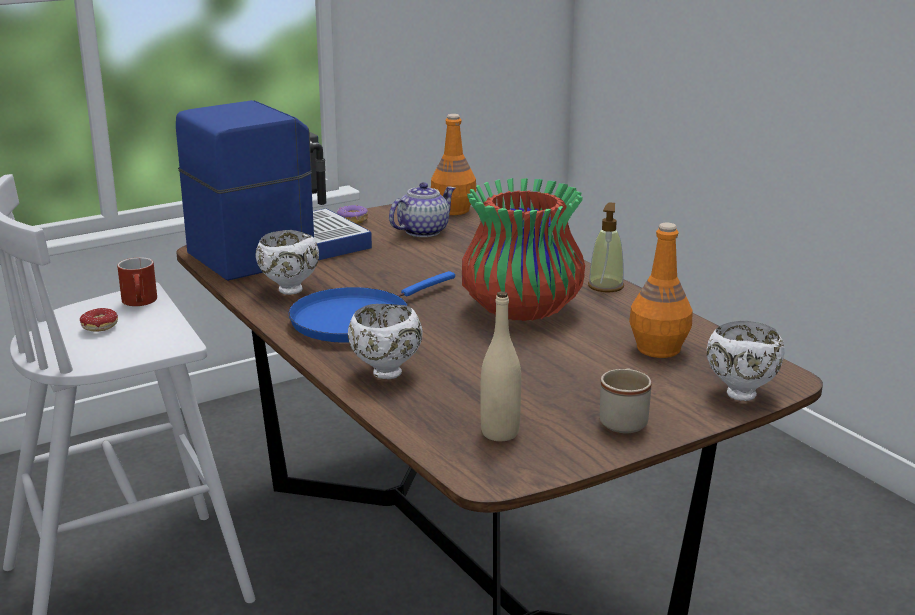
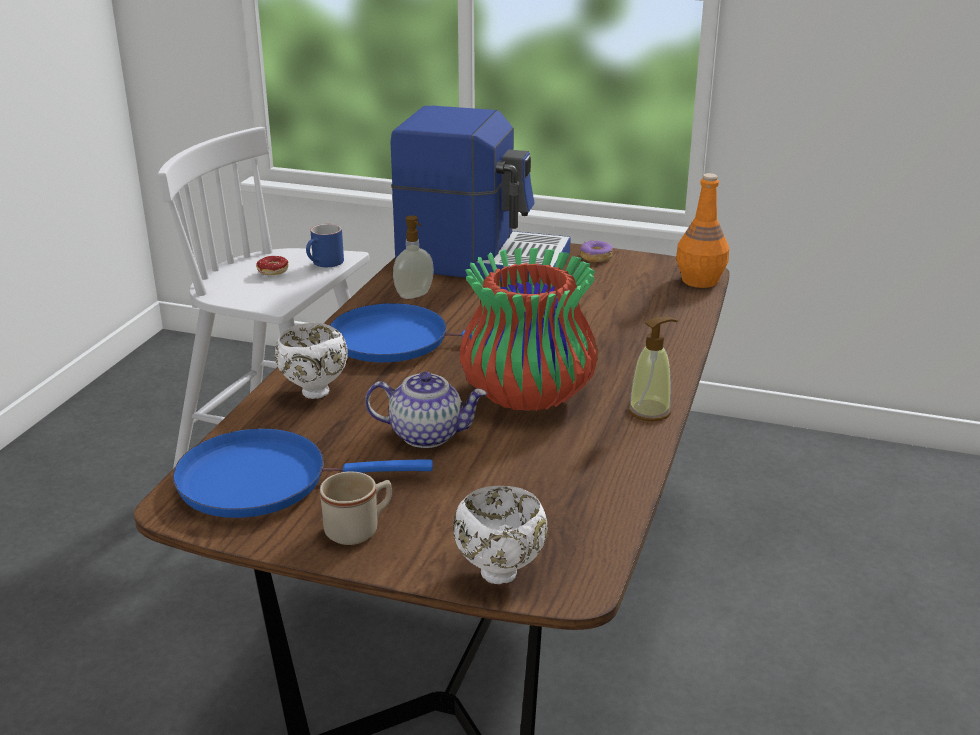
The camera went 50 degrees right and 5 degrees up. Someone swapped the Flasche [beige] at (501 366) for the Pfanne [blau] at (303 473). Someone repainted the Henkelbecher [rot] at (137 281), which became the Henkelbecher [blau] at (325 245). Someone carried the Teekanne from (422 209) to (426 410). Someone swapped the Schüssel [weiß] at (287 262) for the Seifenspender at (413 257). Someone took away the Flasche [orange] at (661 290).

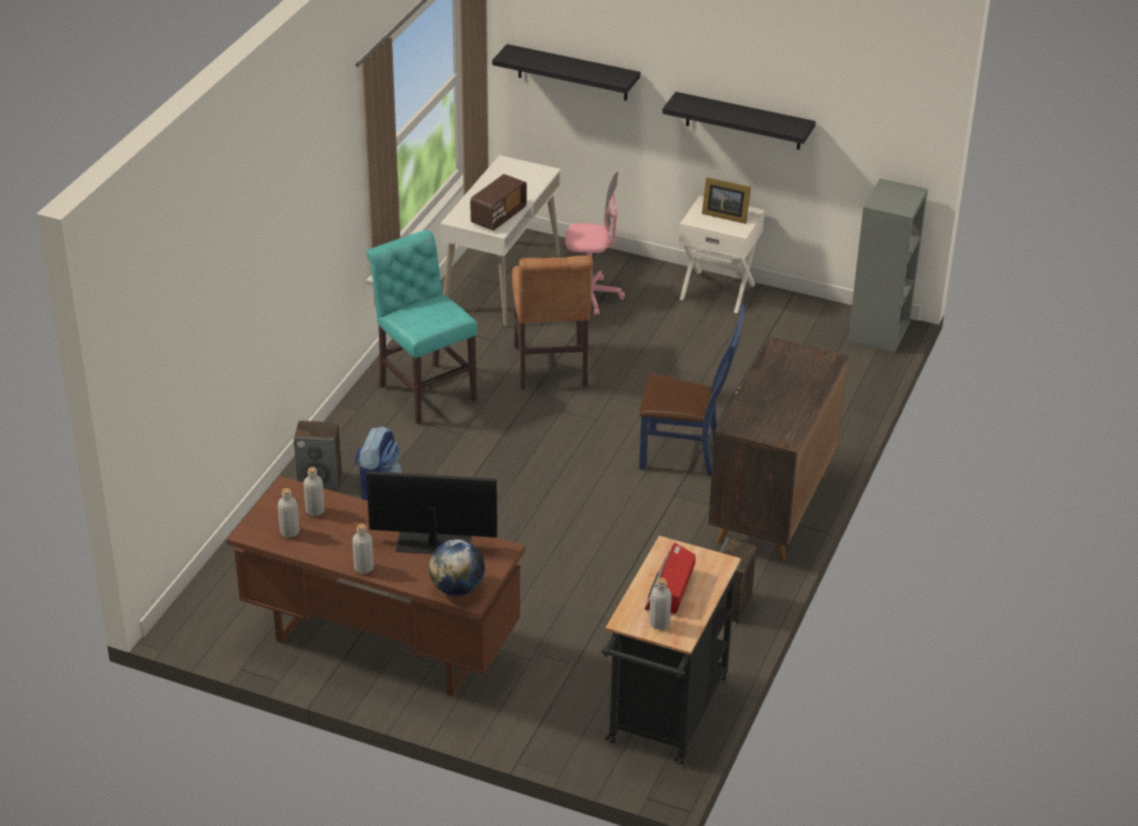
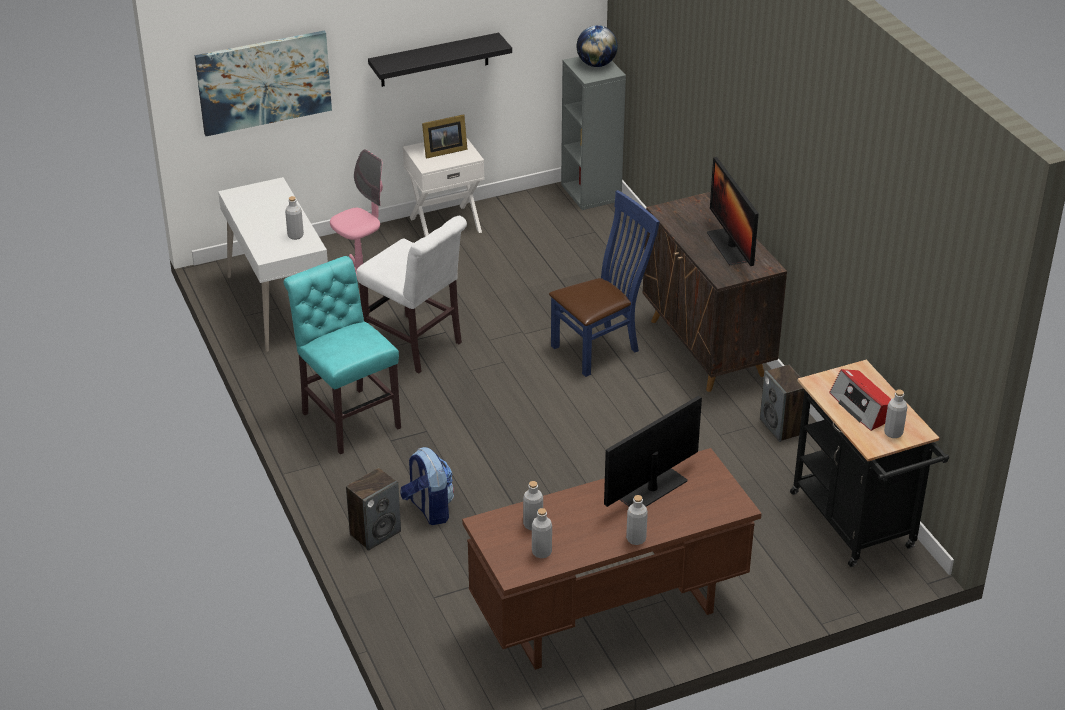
The camera went 45 degrees left and 0 degrees up. Someone swapped the Wandregal [schwarz] at (566 72) for the Bild at (263 83). Someone rotated the Stuhl [türkis] at (422 327) by 45 degrees clockwise. Someone swapped the Radio at (498 202) for the Flasche [grau] at (294 218). Someone repainted the Stuhl [braun] at (552 322), which became the Stuhl [weiß] at (412 294). Someone carried the Globus from (457 567) to (597 46). Someone put down the Monitor at (733 211).

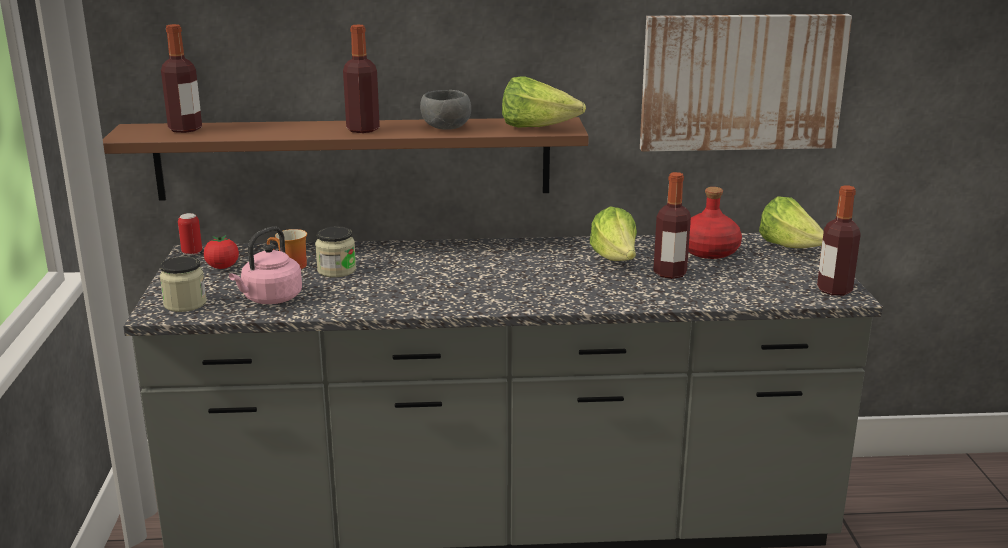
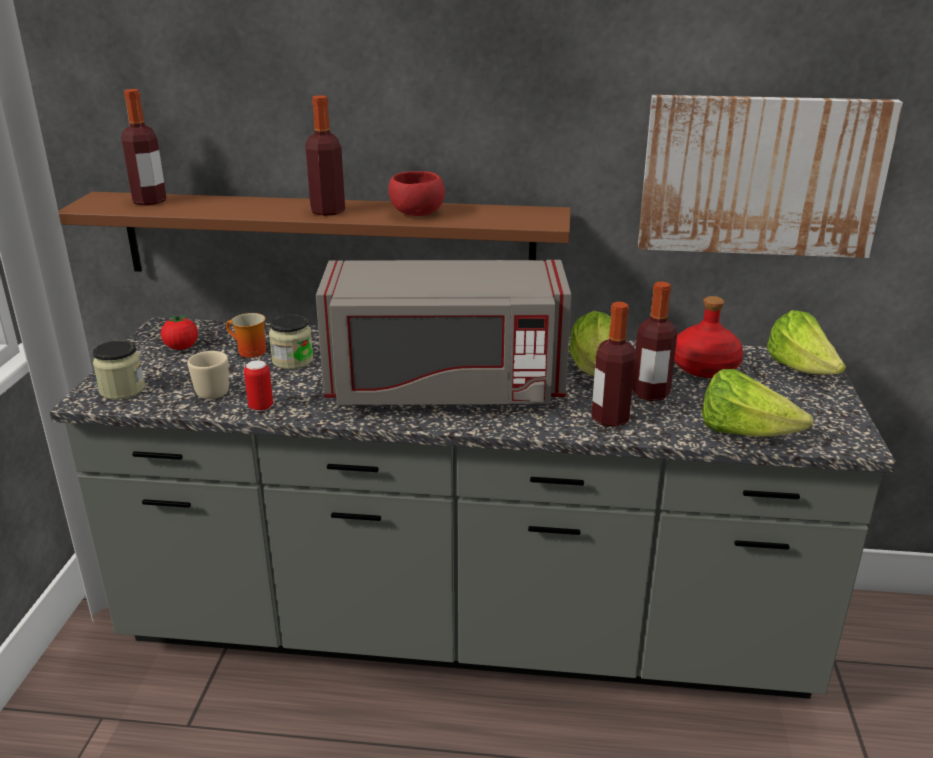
The camera went 10 degrees right and 5 degrees up. Someone swapped the Wasserkessel [rosa] at (265 265) for the Henkelbecher [beige] at (208 375). Someone carried the Dose from (190 234) to (258 385). Someone put down the Mikrowelle [grau] at (443 332). Someone repainted the Schüssel [grau] at (445 110), which became the Schüssel [rot] at (416 193). Someone carried the Flasche from (839 241) to (613 364). Someone carried the Salatkopf from (544 102) to (757 403).

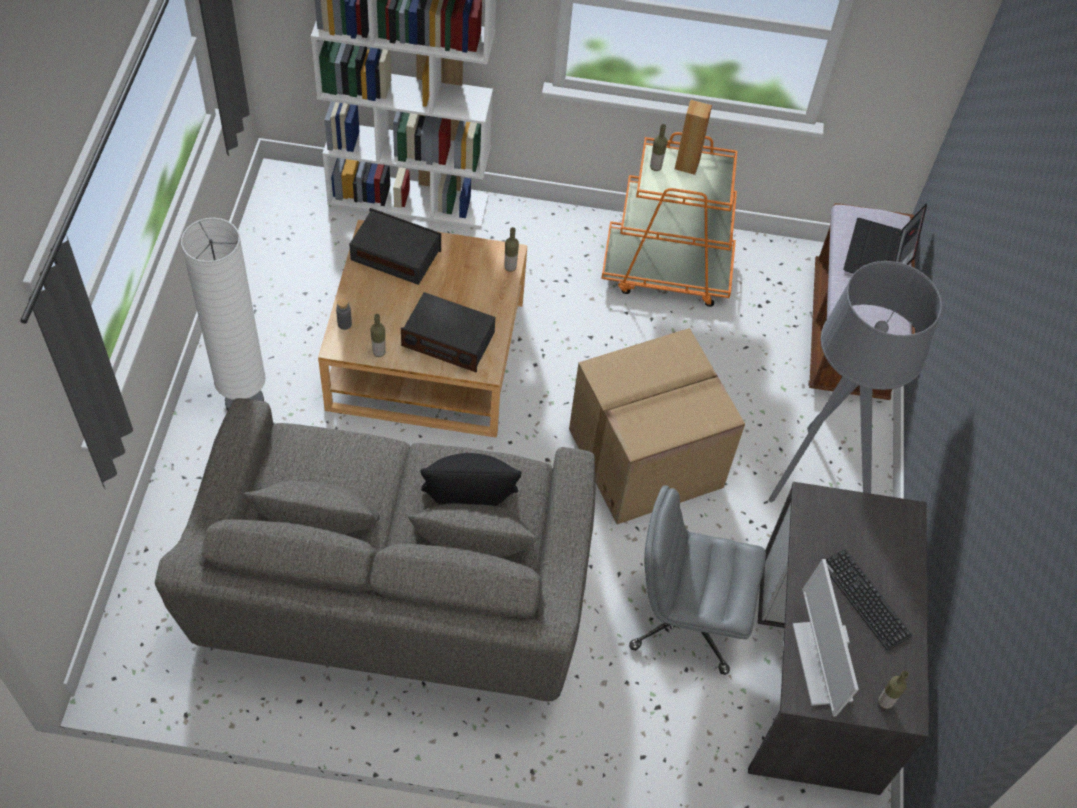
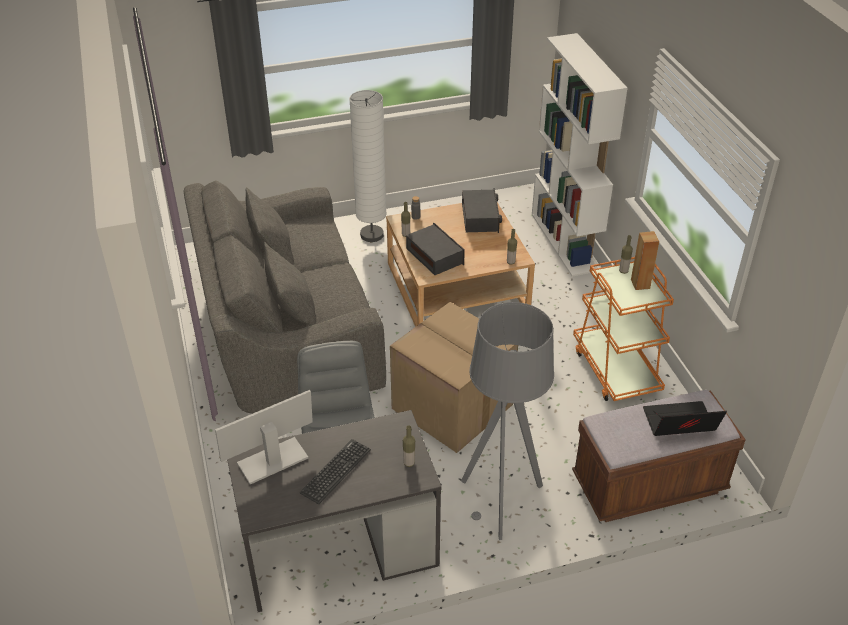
The camera went 70 degrees right and 15 degrees down. Someone carried the Flasche from (893 690) to (409 446). Someone rotated the Radio at (448 332) by 150 degrees clockwise. Someone took away the Kissen [schwarz] at (471 479).

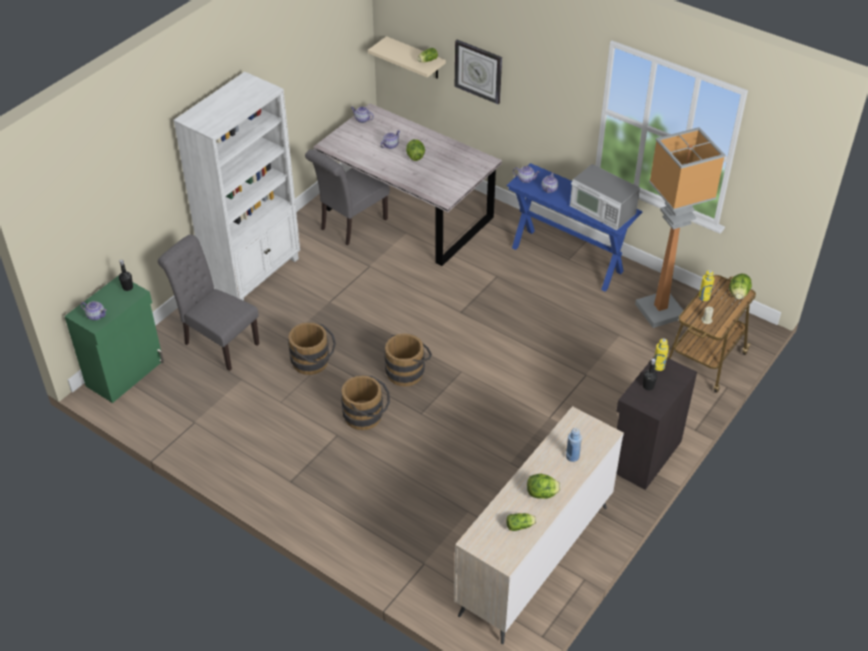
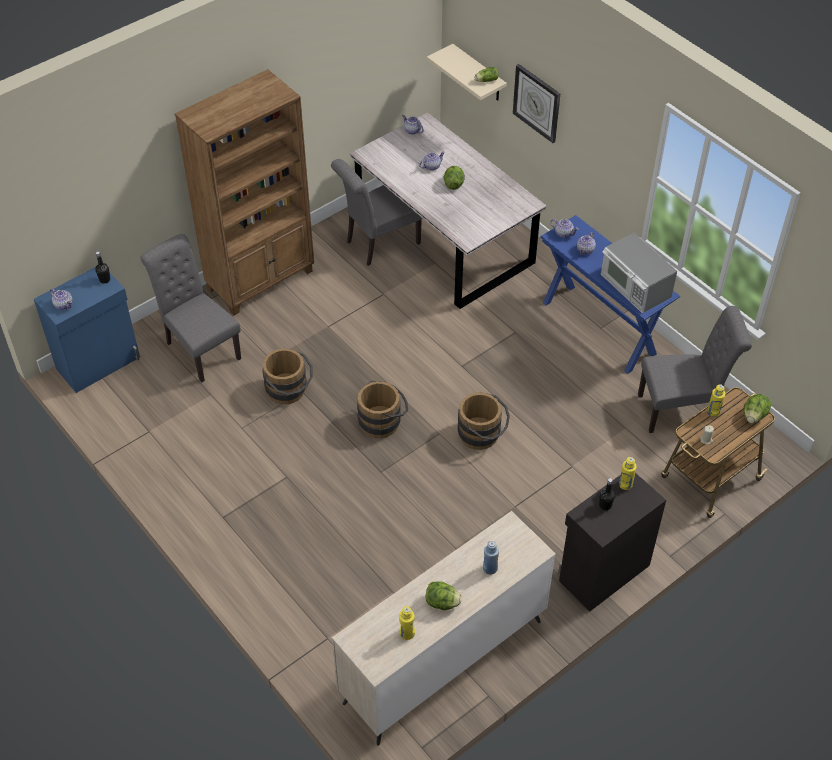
The camera went 15 degrees right and 5 degrees up. Someone repainted the Schrank [grün] at (114 339), which became the Schrank [blau] at (87 330). Someone repainted the Bücherregal [weiß] at (236 186), which became the Bücherregal [braun] at (244 192). Someone swapped the Salatkopf at (521 522) for the Flasche [gelb] at (407 623). Someone carried the Eimer [braun] from (365 402) to (484 421). Someone swapped the Stehlampe at (680 227) for the Stuhl [grau] at (695 369).

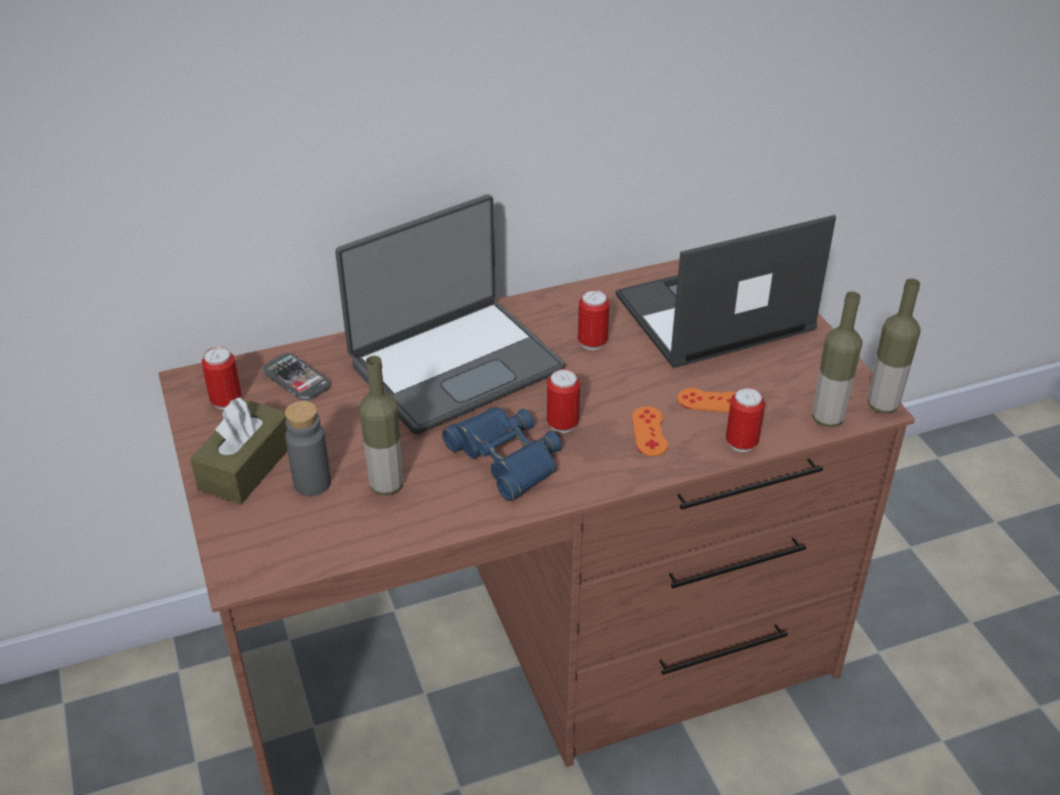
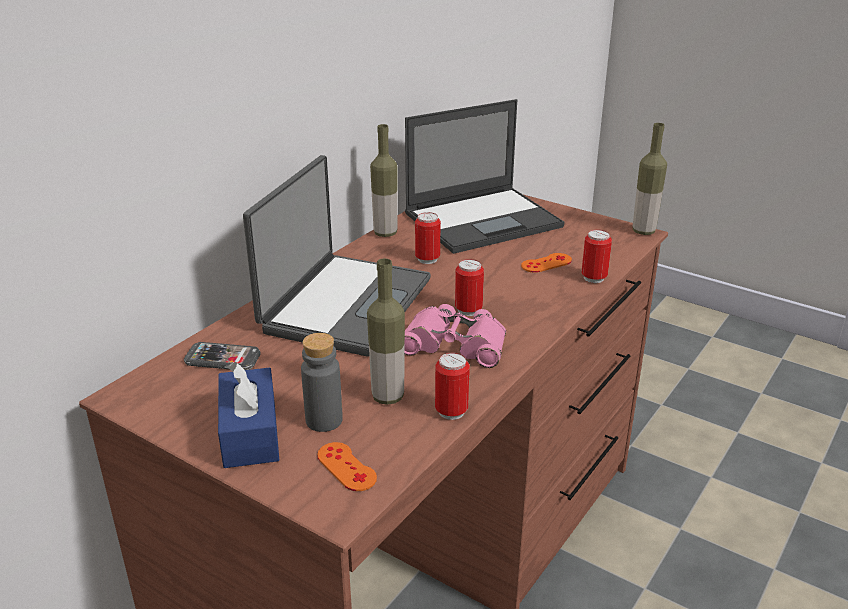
The camera went 35 degrees left and 10 degrees down. Someone repainted the Taschentuchbox [braun] at (238 450), which became the Taschentuchbox [blau] at (248 415). Someone carried the Gamepad [orange] from (650 431) to (347 466). Someone carried the Flasche from (837 359) to (384 180). Someone rotated the Laptop at (725 291) by 150 degrees counterclockwise. Someone repainted the Fernglas [blau] at (502 454), which became the Fernglas [rosa] at (455 336). Someone carried the Dose from (221 378) to (452 386).

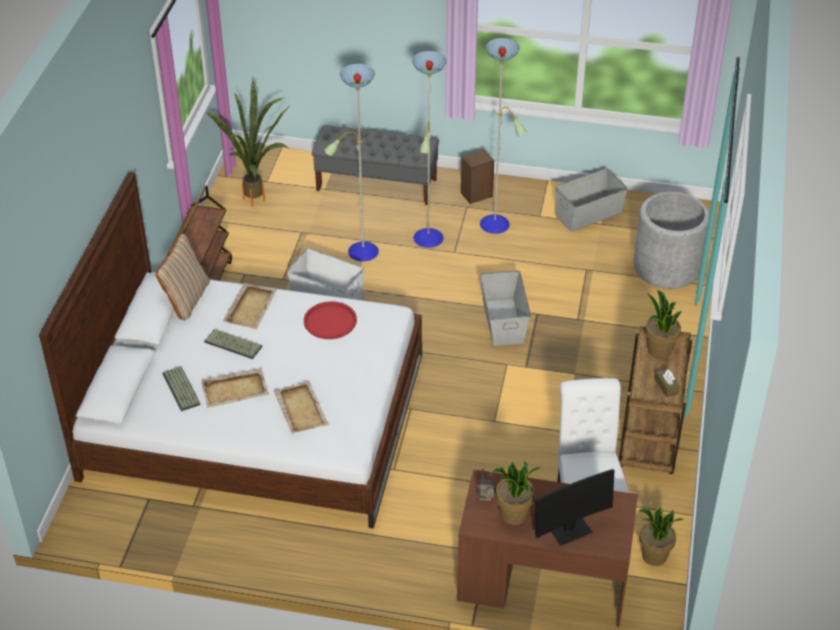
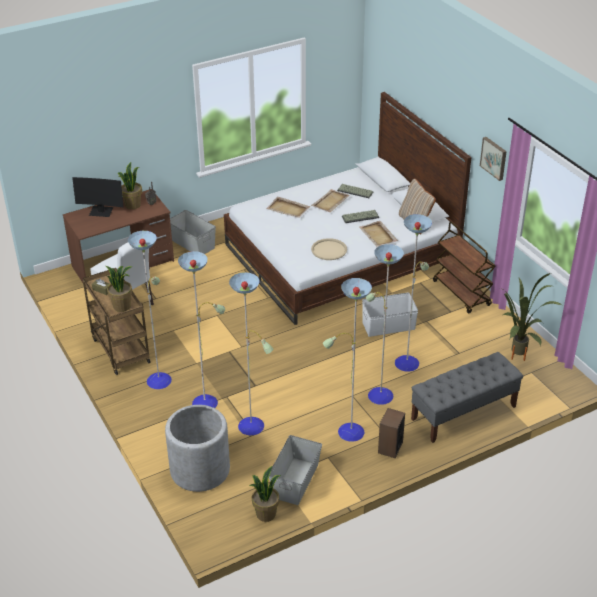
The camera went 140 degrees right and 5 degrees down. Someone rotated the Monitor at (574 507) by 105 degrees counterclockwise. Someone put down the Stehlampe at (201 333). Someone carried the Aufbewahrungsbox [grau] from (505 308) to (193 232). Someone carried the Topfpflanze from (661 536) to (265 494). Someone repainted the Tablett [rot] at (330 320), which became the Tablett [beige] at (329 249). Someone put up the Bild at (493 159).

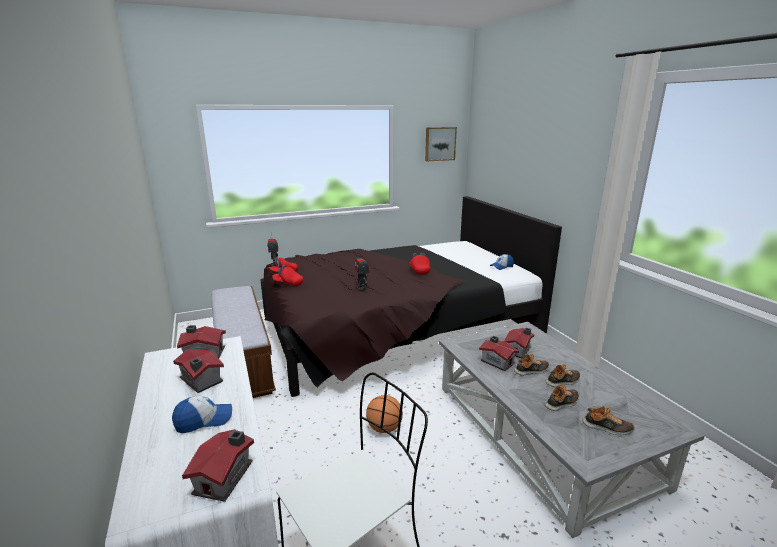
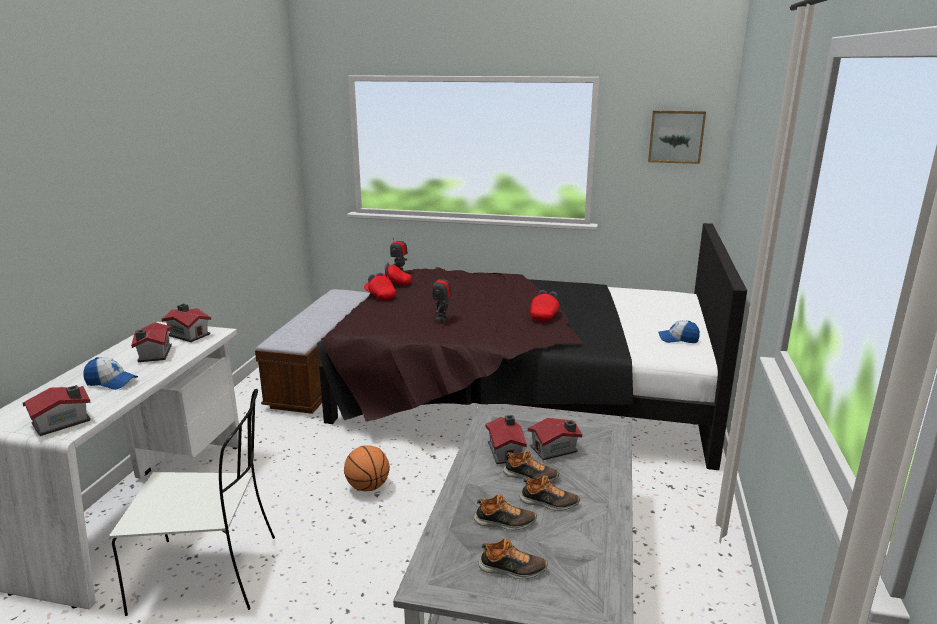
The camera went 35 degrees right and 0 degrees up. Someone rotated the Schuh at (608 420) by 45 degrees counterclockwise.

